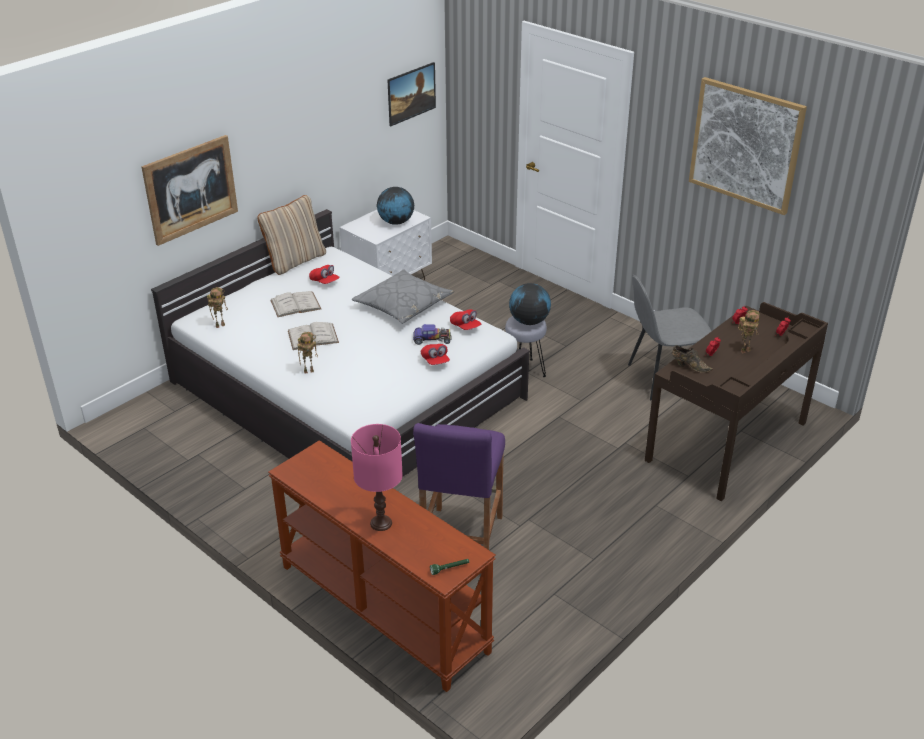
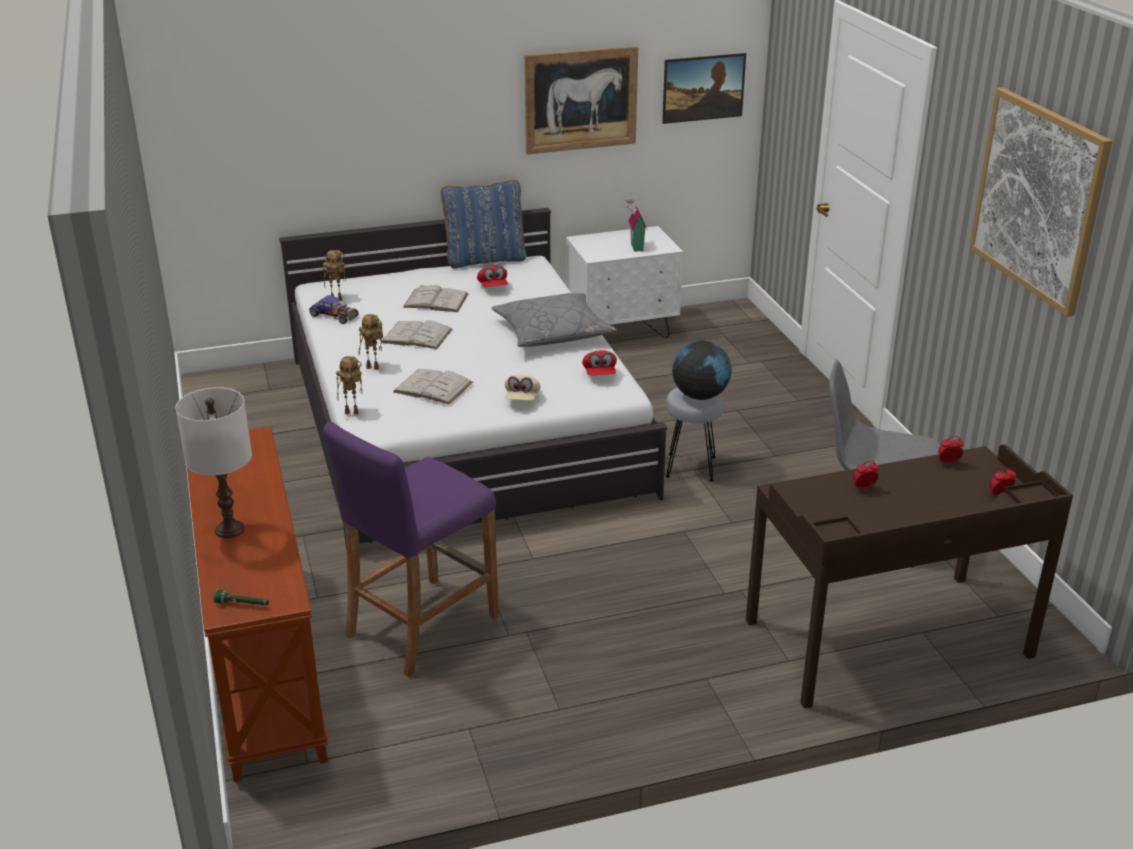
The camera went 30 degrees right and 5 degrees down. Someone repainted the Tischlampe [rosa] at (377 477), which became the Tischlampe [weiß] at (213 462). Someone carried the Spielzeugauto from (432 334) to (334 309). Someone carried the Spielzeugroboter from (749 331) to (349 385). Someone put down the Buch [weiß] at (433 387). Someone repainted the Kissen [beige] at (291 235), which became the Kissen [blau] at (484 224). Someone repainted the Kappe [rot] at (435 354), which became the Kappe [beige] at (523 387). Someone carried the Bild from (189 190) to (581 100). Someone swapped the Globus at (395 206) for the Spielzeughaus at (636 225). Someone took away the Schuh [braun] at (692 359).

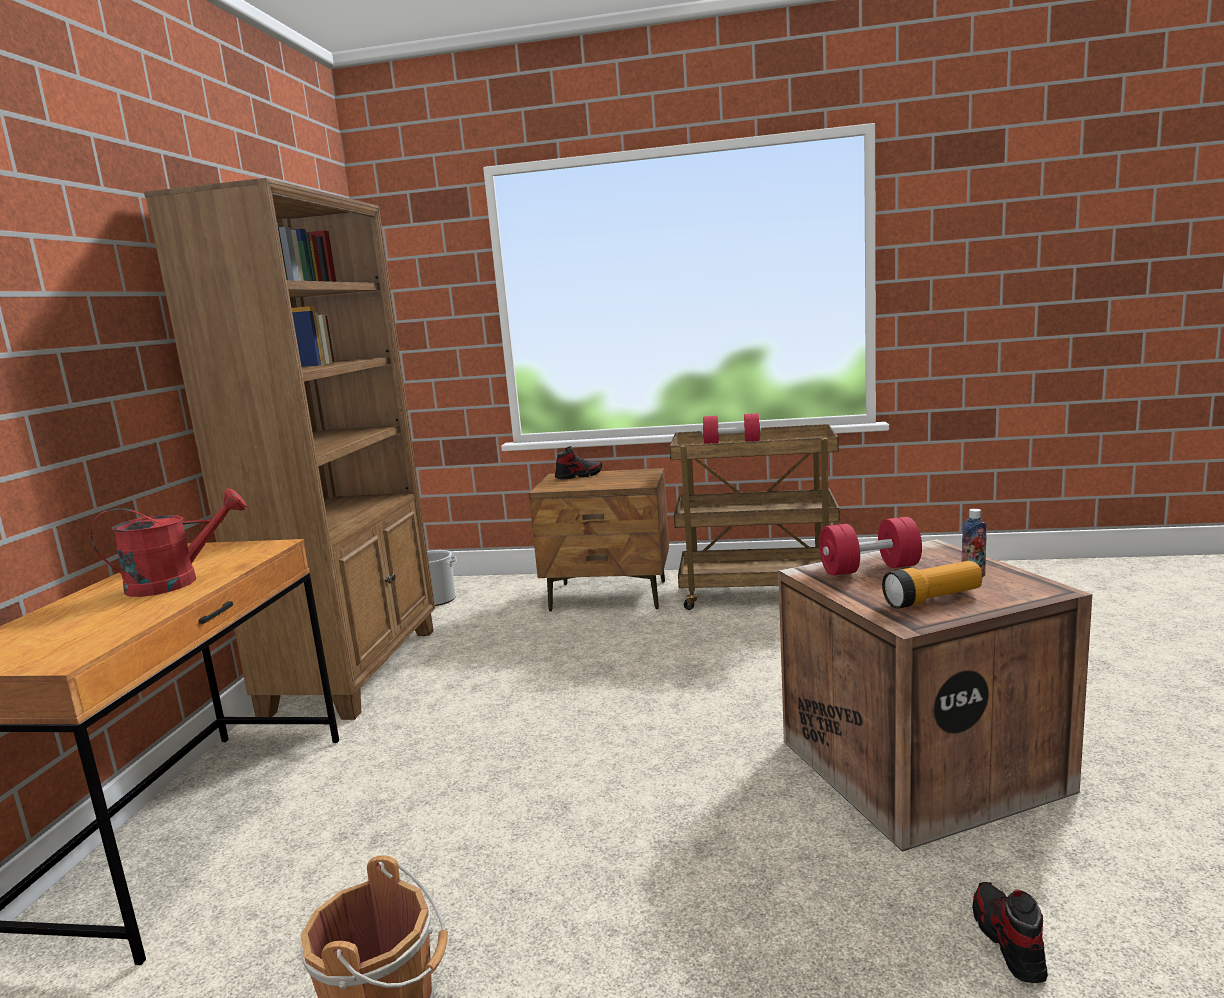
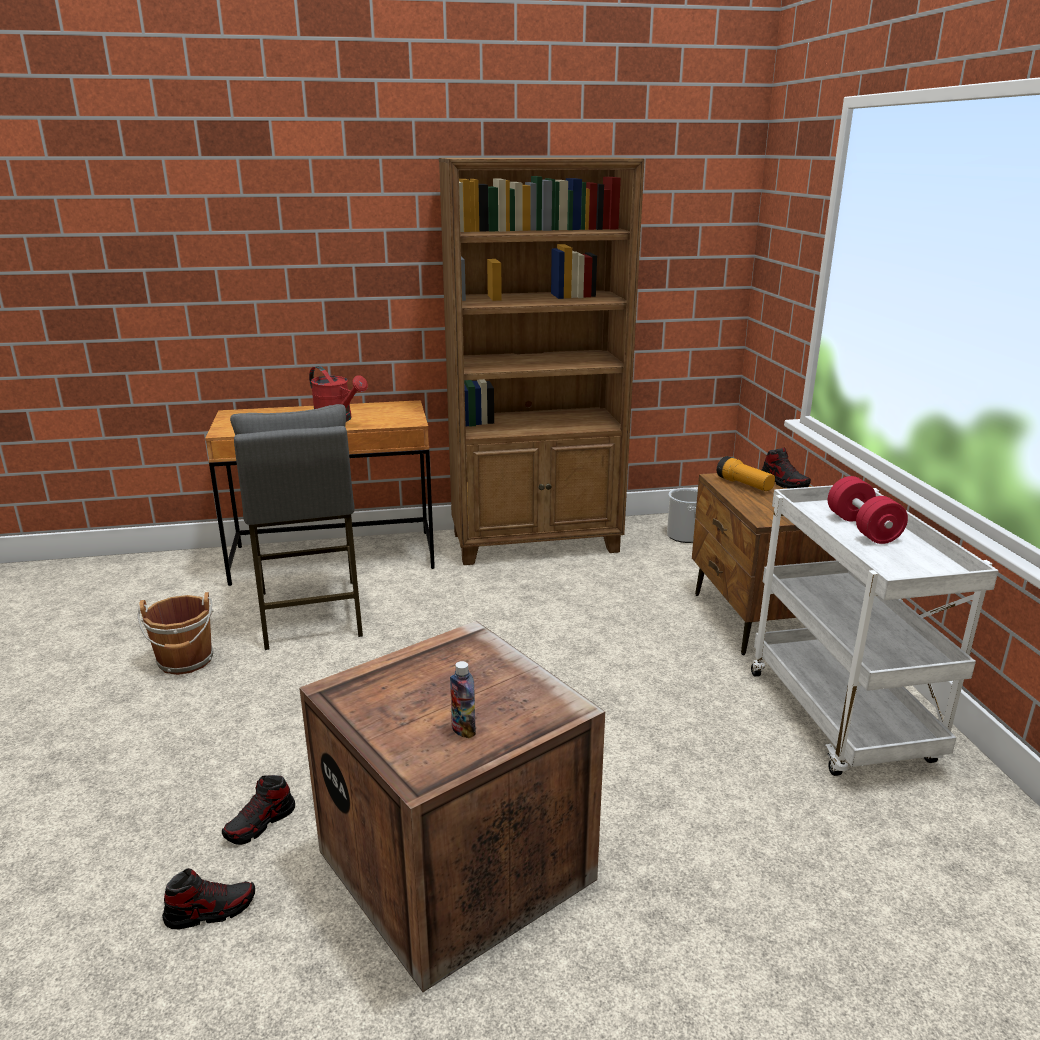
The camera went 70 degrees right and 10 degrees up. Someone put down the Schuh at (258 810). Someone put down the Hocker [grau] at (296 527). Someone carried the Taschenlampe from (932 585) to (746 473). Someone repainted the Rollwagen [braun] at (755 517), which became the Rollwagen [weiß] at (875 630). Someone took away the Hantel [rot] at (870 546).

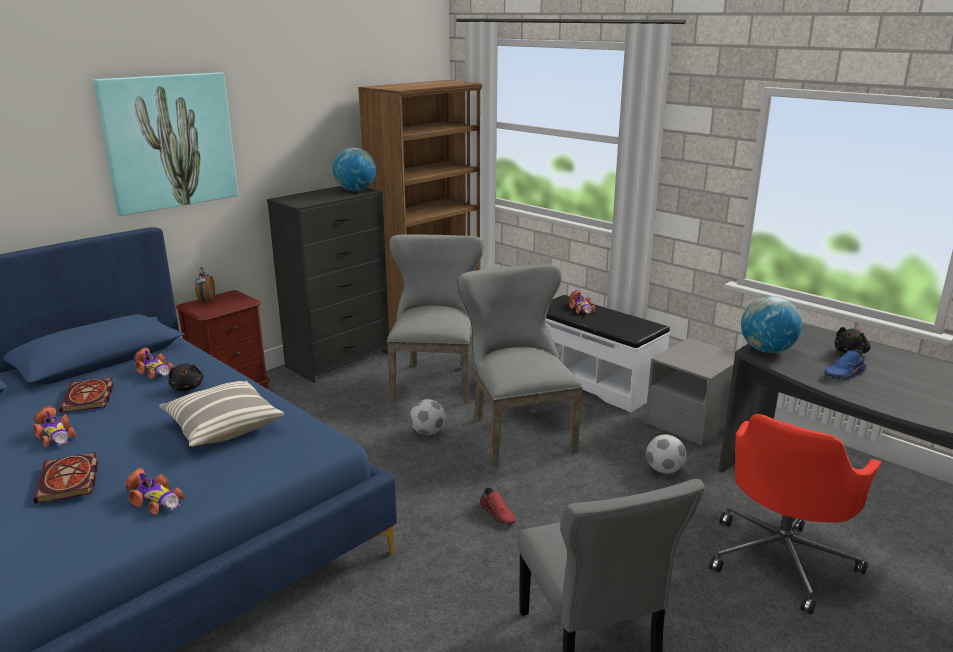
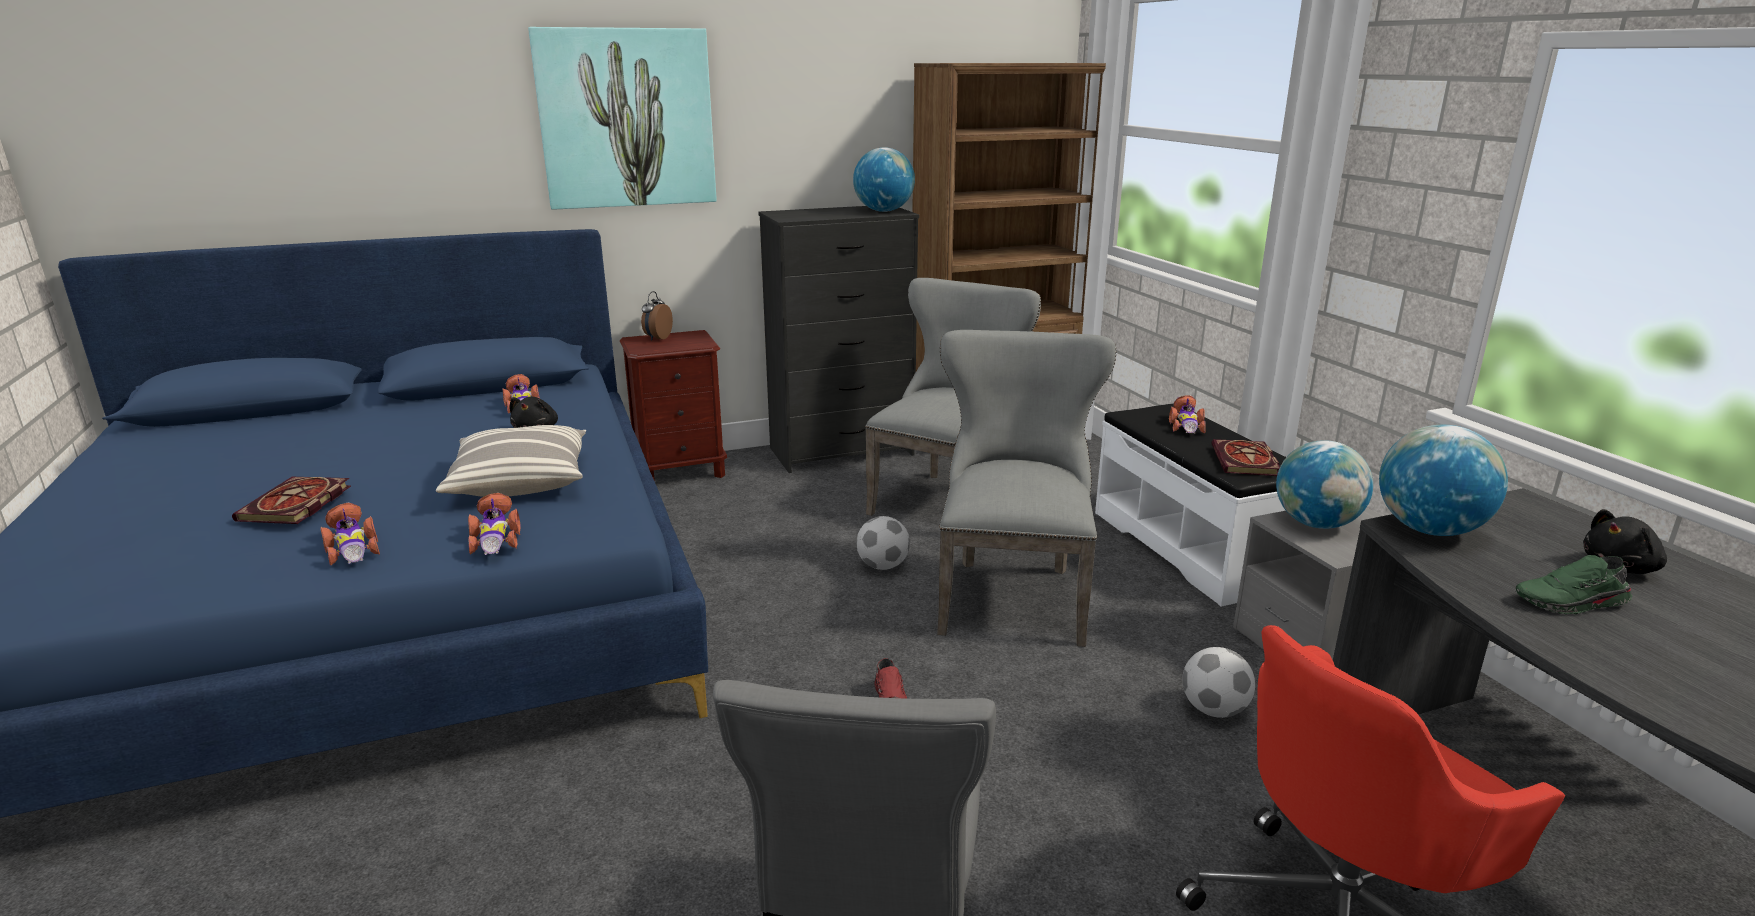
The camera went 25 degrees right and 0 degrees up. Someone carried the Spielzeugauto from (55 427) to (494 524). Someone carried the Buch from (86 395) to (1245 457). Someone put down the Globus at (1324 484). Someone repainted the Schuh [blau] at (845 365), which became the Schuh [grün] at (1573 584).

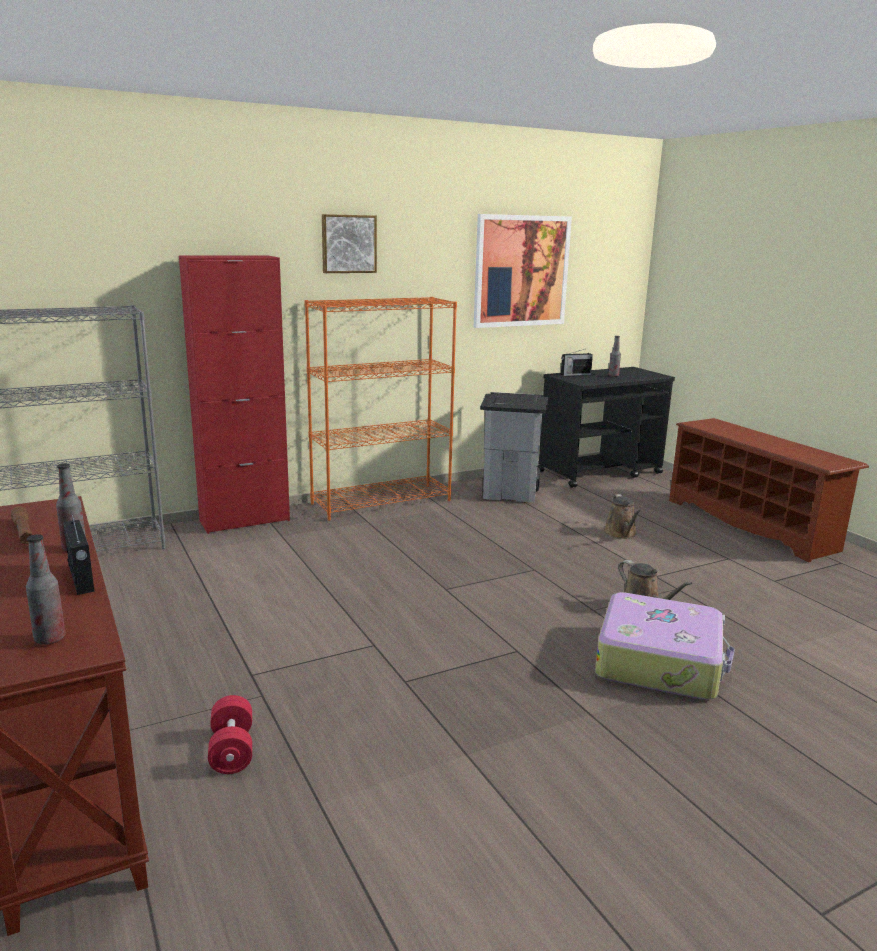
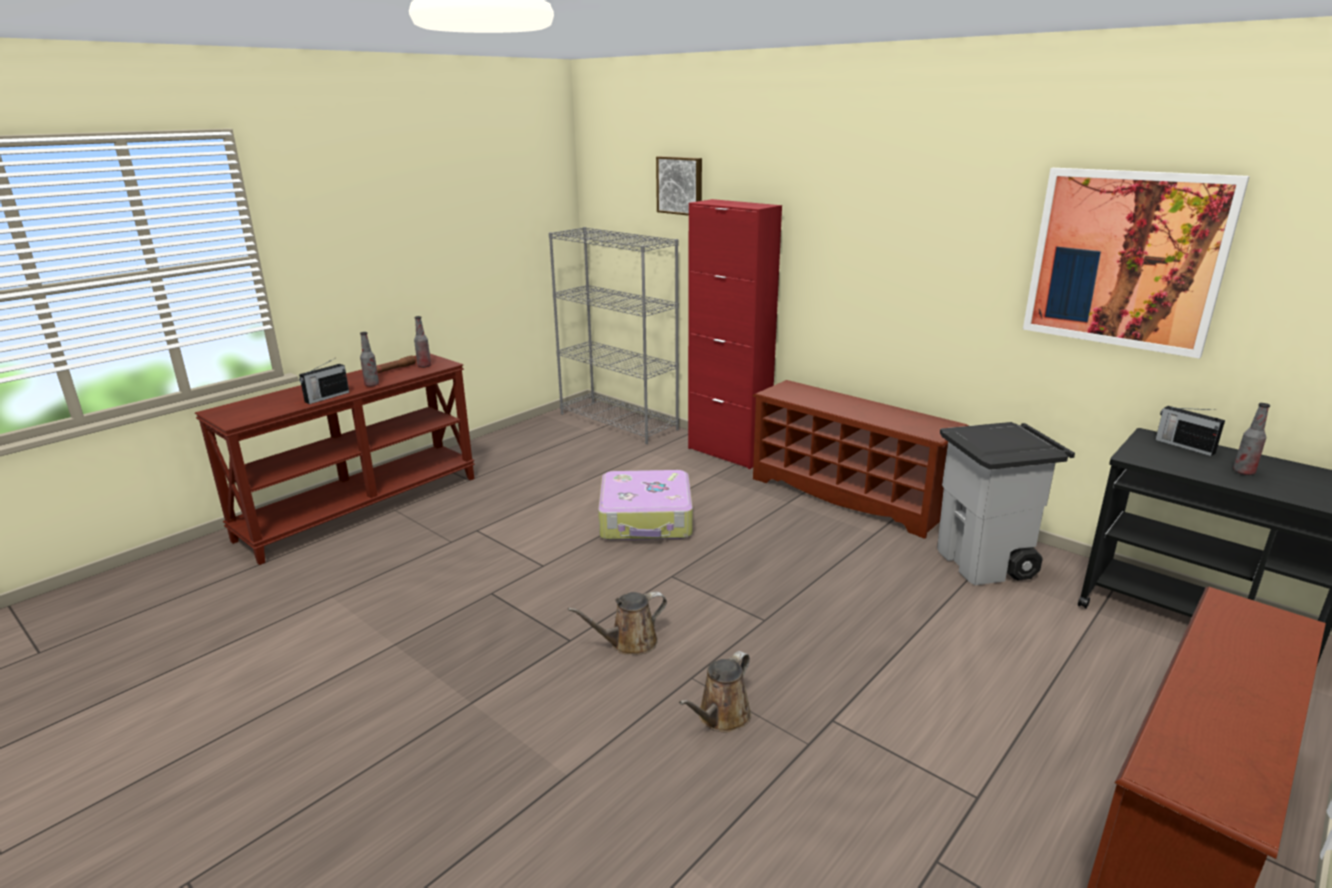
The camera went 70 degrees right and 5 degrees up. Someone carried the Flasche from (46 589) to (422 342). Someone carried the Gießkanne [braun] from (622 516) to (617 623). Someone carried the Koffer from (665 646) to (645 505). Someone carried the Bild from (349 243) to (679 186). Someone swapped the Bücherregal [orange] at (380 409) for the Schuhregal [braun] at (861 459). Someone took away the Hantel [rot] at (230 734).

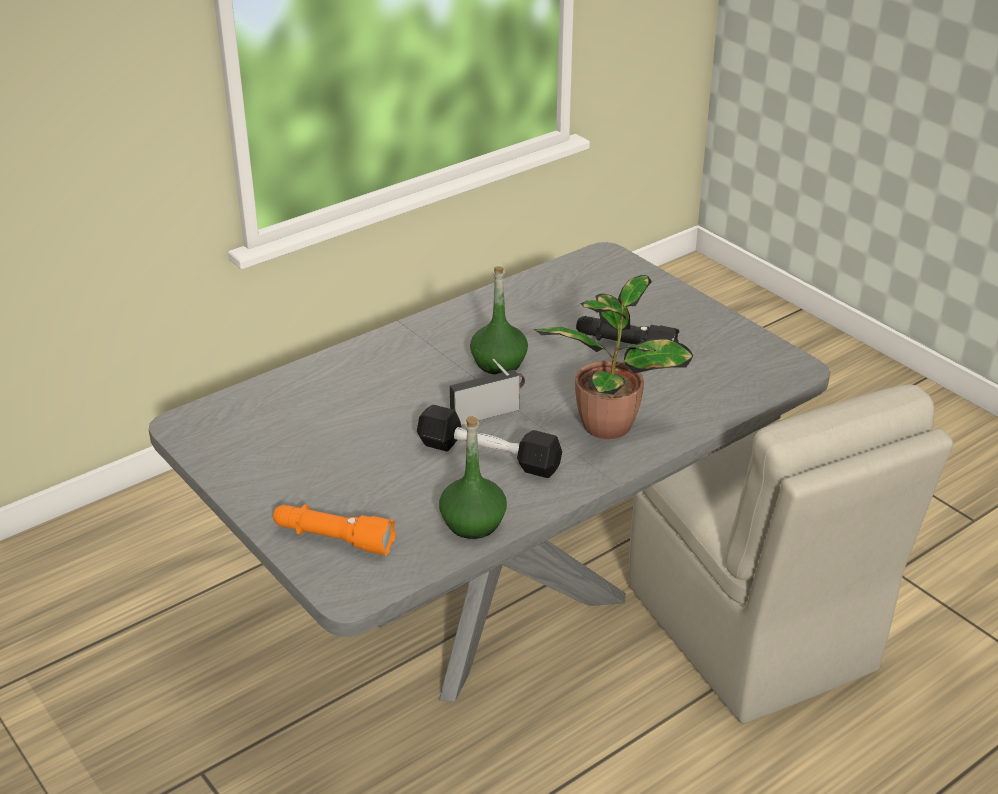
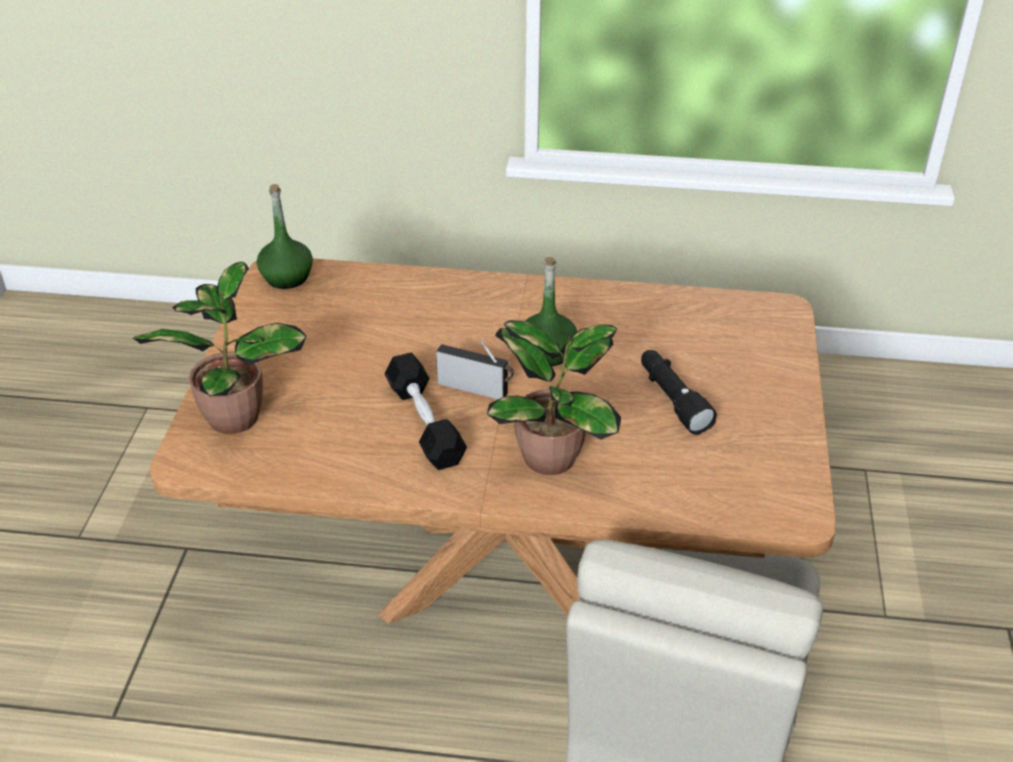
The camera went 45 degrees right and 5 degrees up. Someone swapped the Taschenlampe [orange] at (334 529) for the Topfpflanze at (219 348). Someone repainted the Esstisch [grau] at (489 472), which became the Esstisch [braun] at (492 441). Someone carried the Flasche [grün] from (473 477) to (285 236).

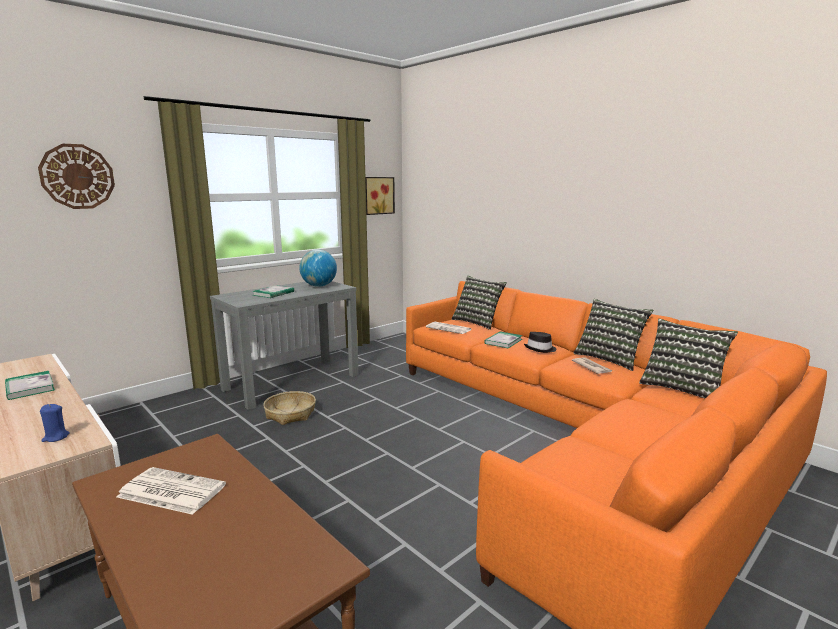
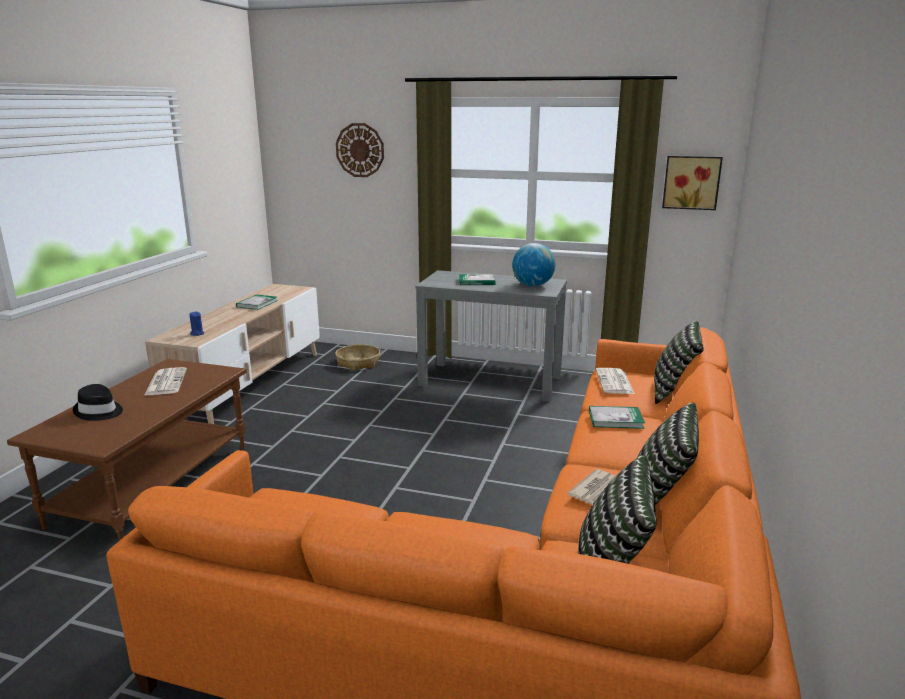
The camera went 60 degrees right and 5 degrees up. Someone carried the Hut [schwarz] from (540 342) to (98 402). Someone carried the Korb from (289 408) to (357 357).

